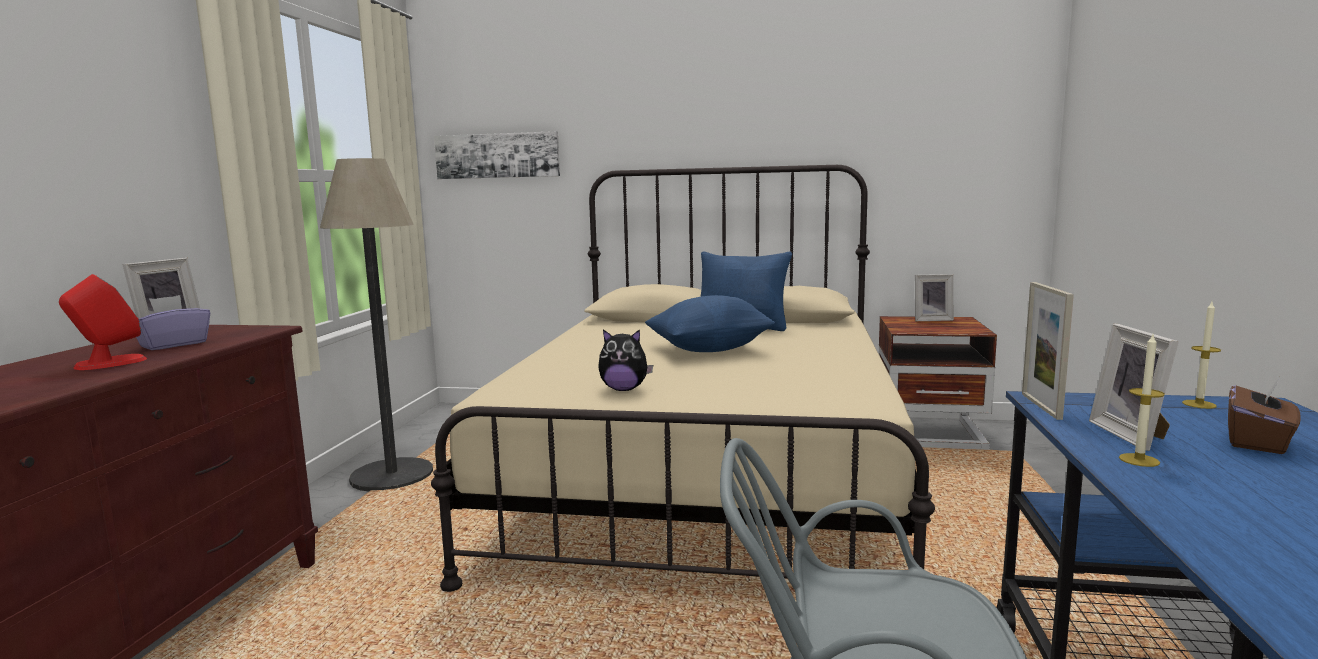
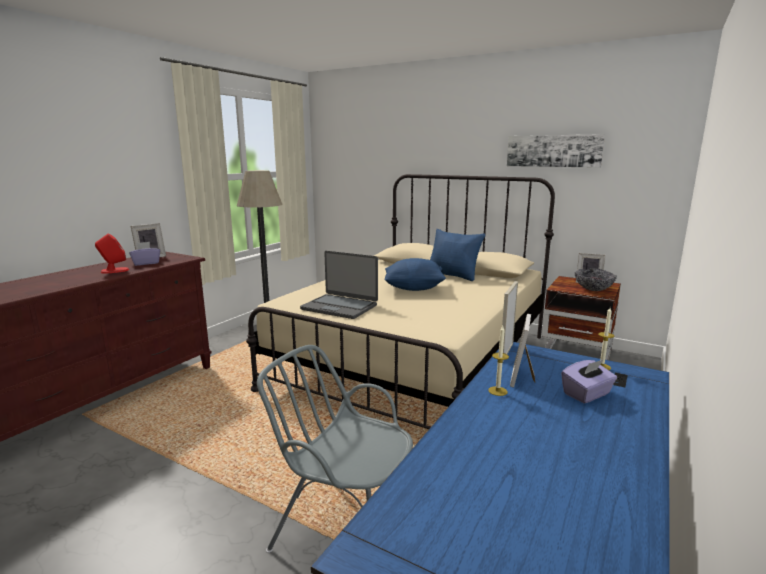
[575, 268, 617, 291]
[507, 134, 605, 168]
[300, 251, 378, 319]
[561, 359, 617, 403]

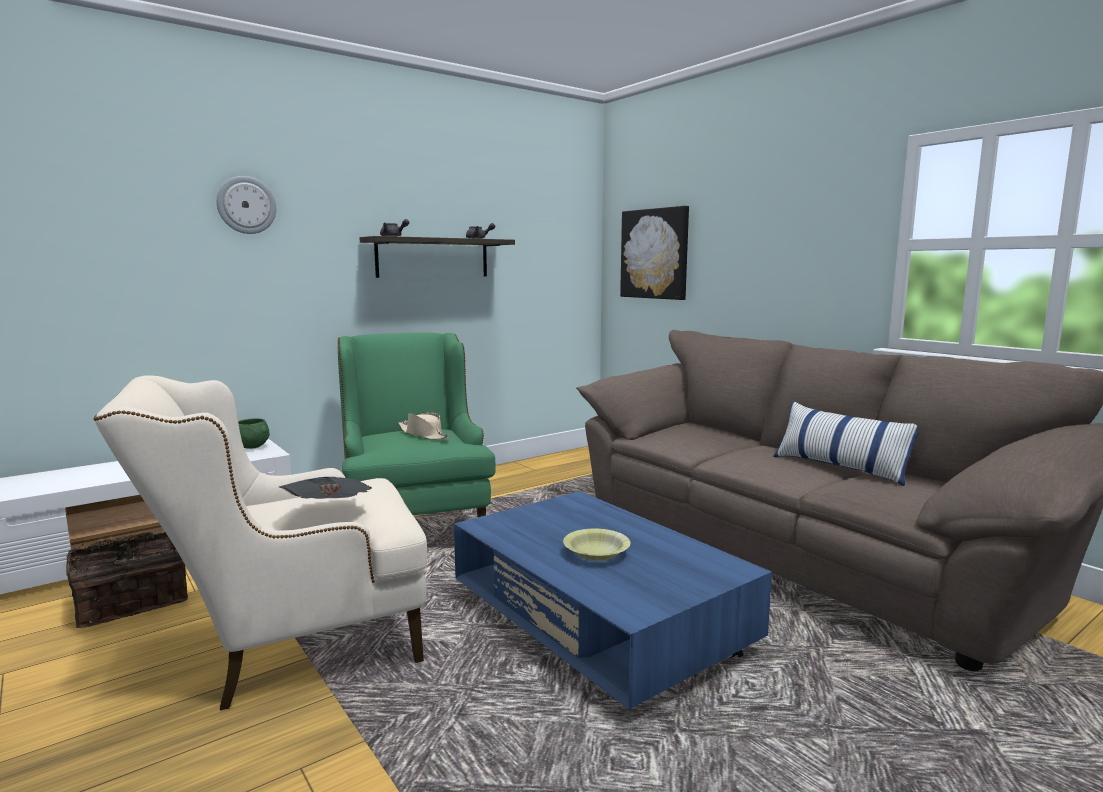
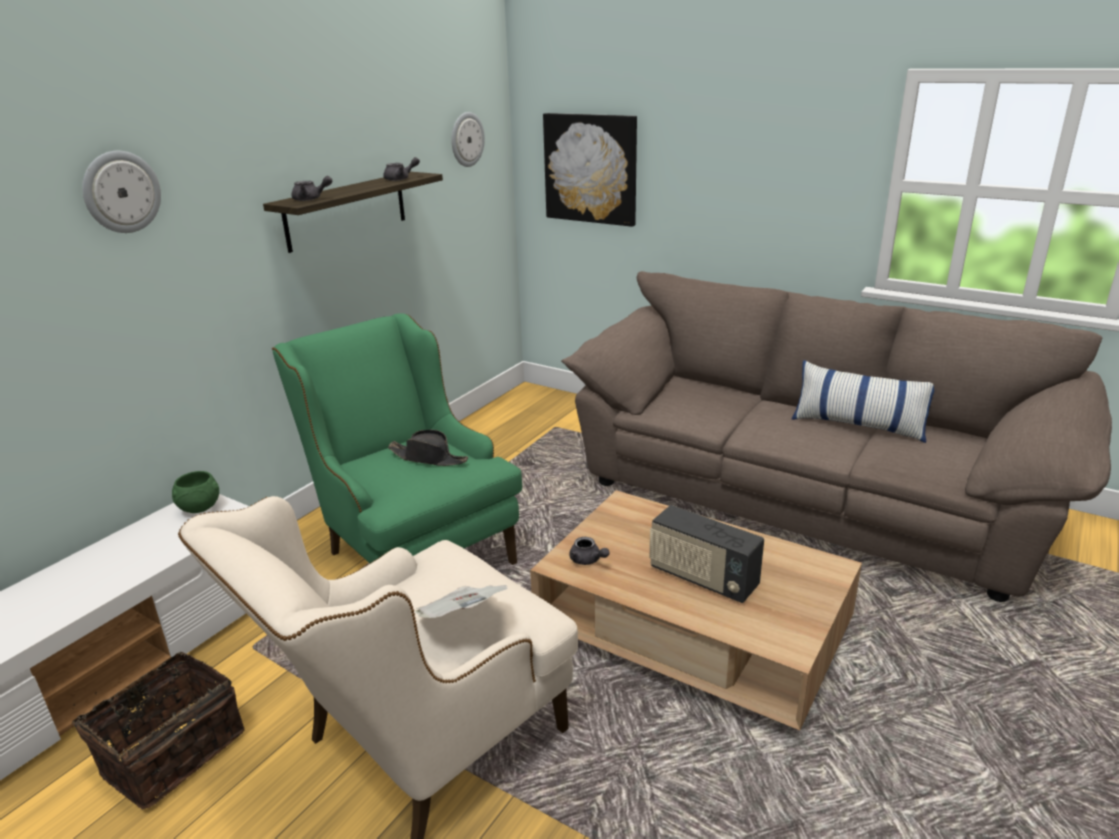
[451, 112, 485, 167]
[569, 537, 610, 565]
[649, 505, 764, 603]
[388, 430, 468, 466]
[530, 490, 862, 730]

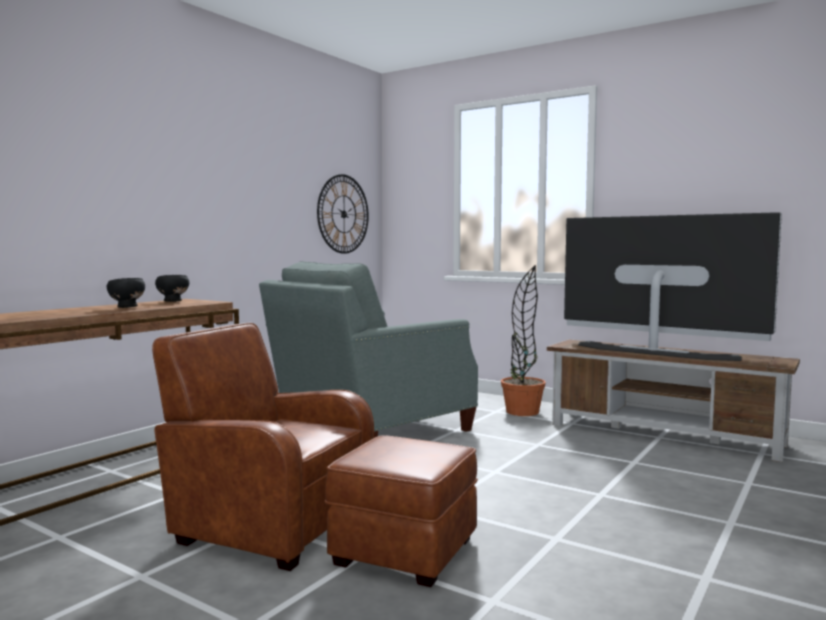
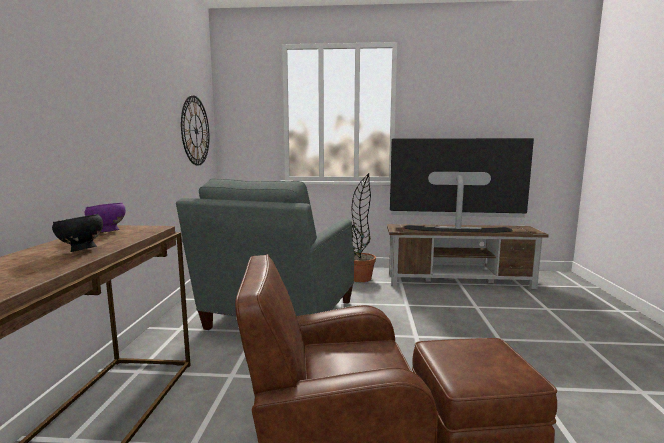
[84, 203, 126, 233]

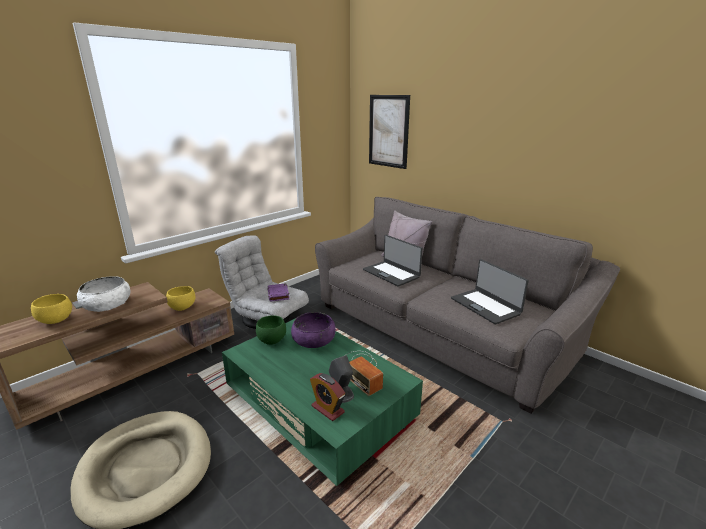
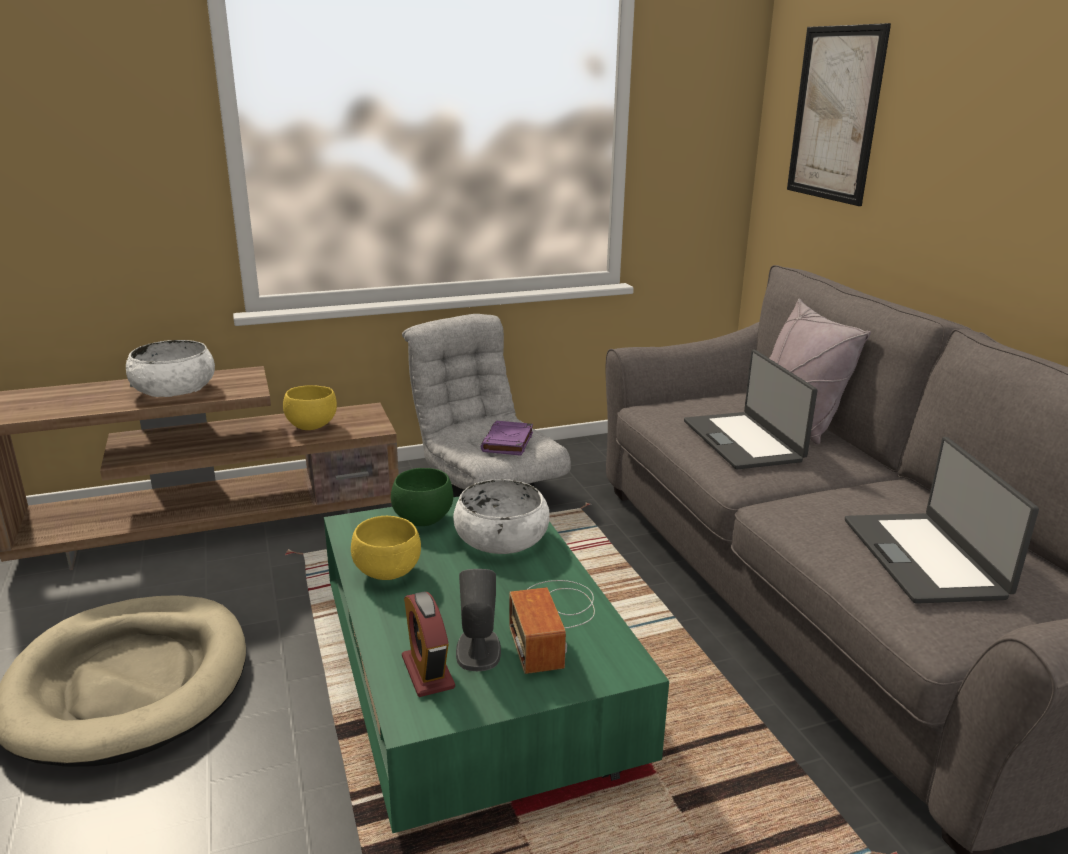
[351, 516, 421, 580]
[453, 479, 549, 554]

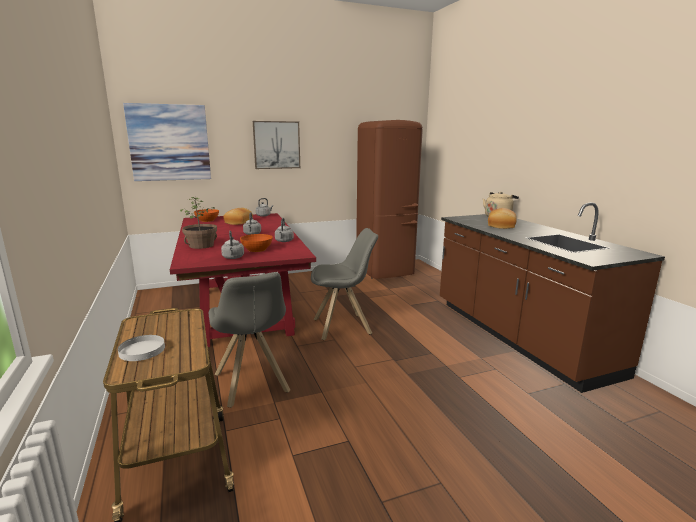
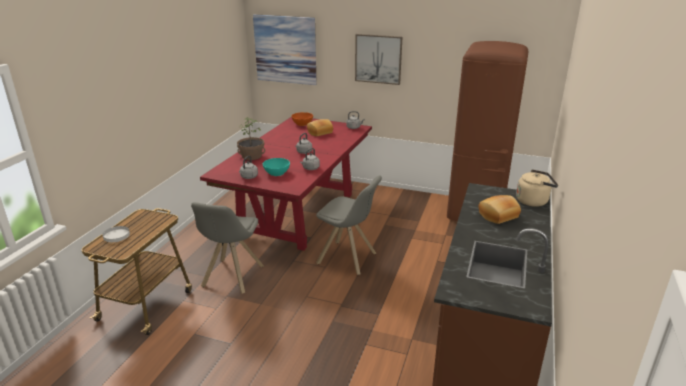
[263, 158, 290, 176]

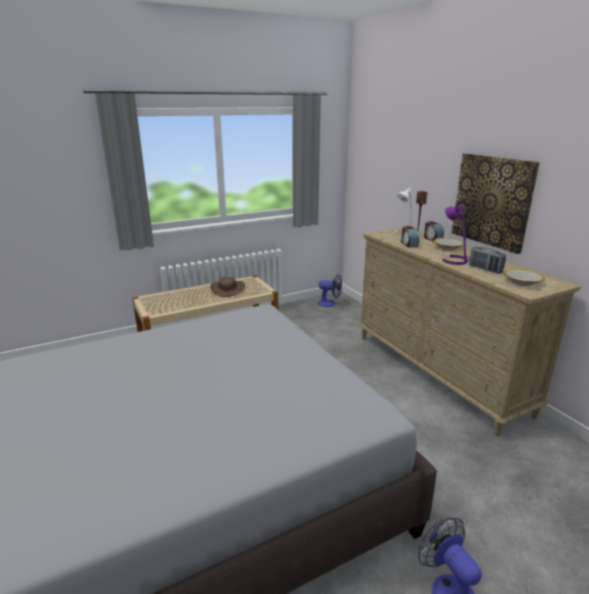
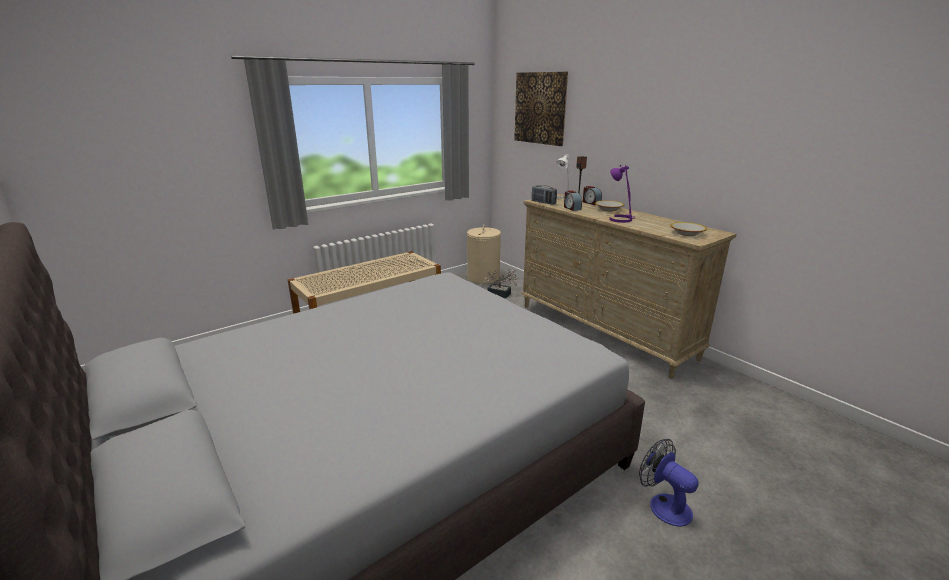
[210, 277, 245, 297] (first image)
[484, 269, 519, 298]
[514, 72, 568, 146]
[532, 185, 557, 205]
[467, 224, 501, 284]

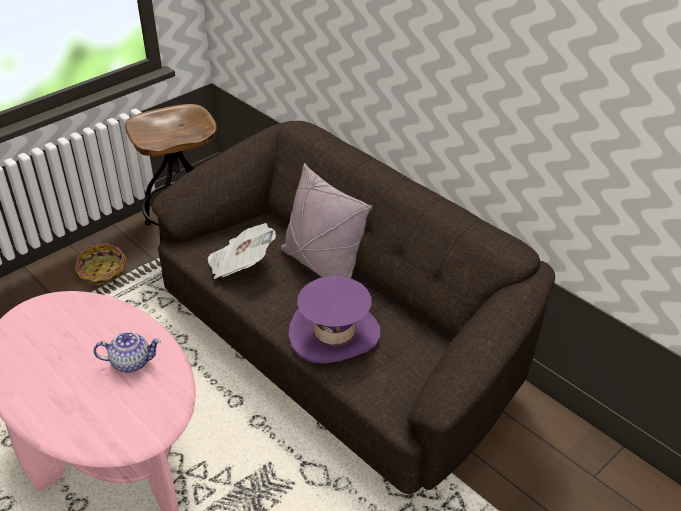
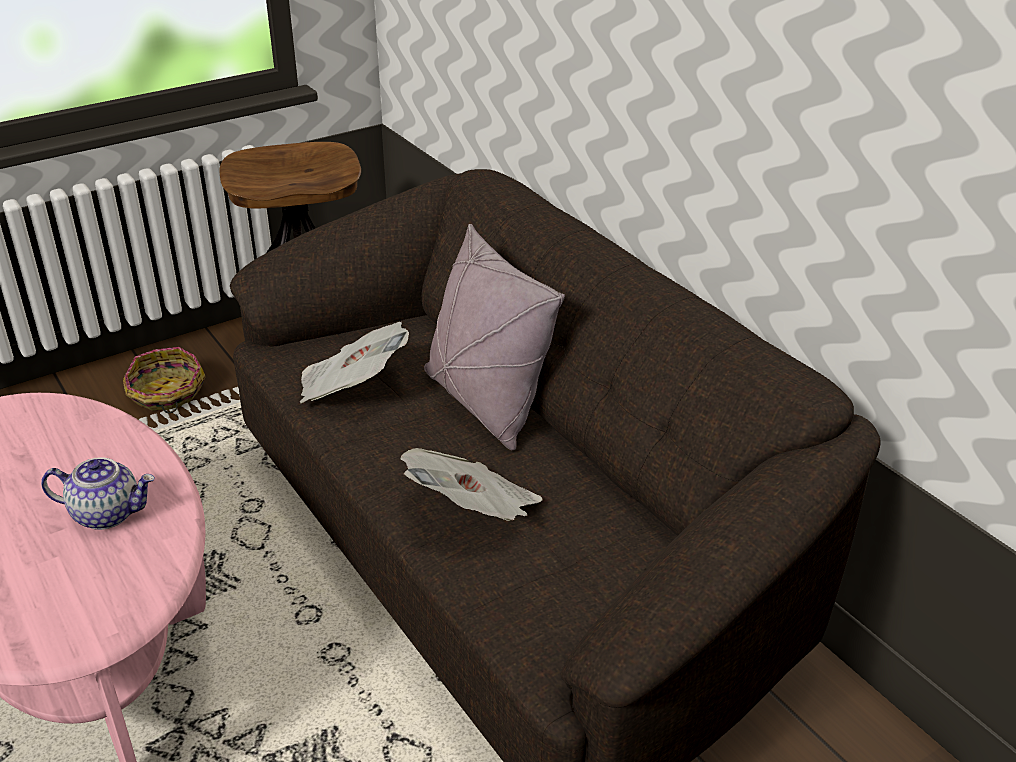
[401, 448, 543, 521]

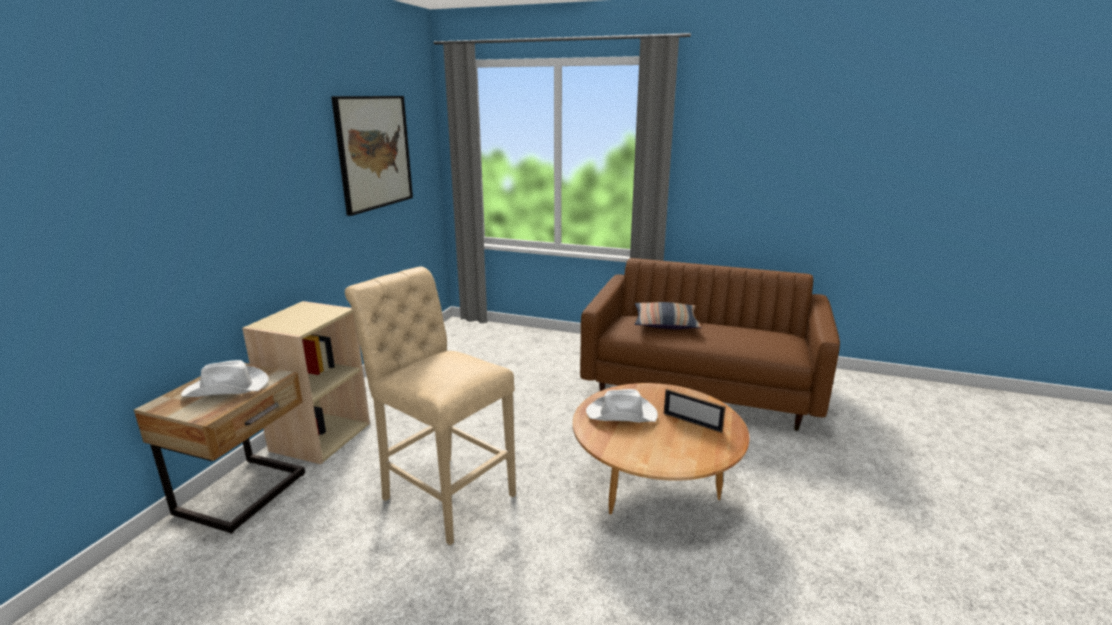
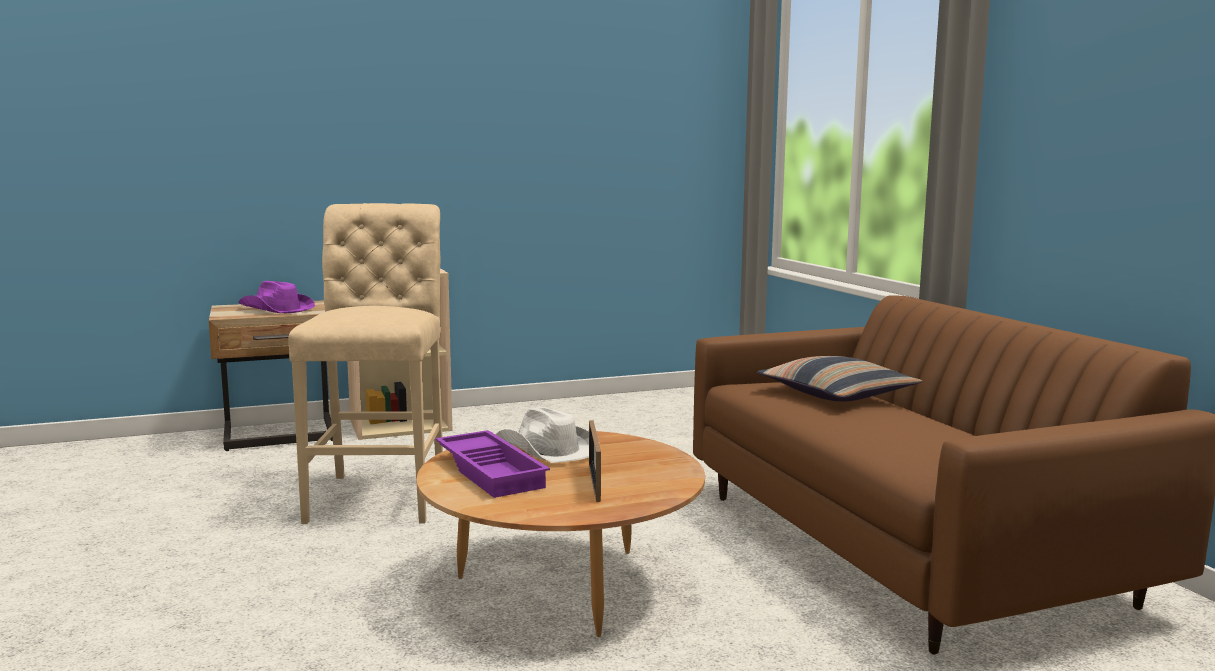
[331, 96, 413, 216] (first image)
[436, 430, 550, 498]
[239, 281, 315, 313]

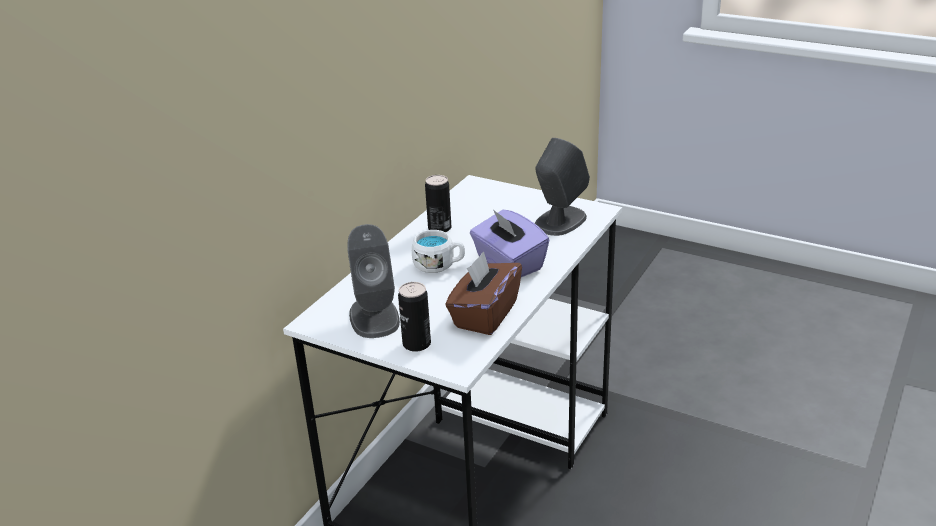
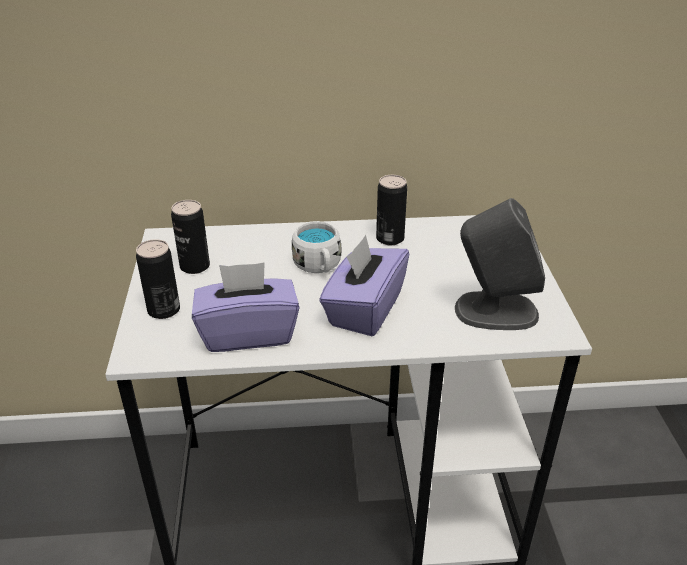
[171, 200, 210, 274]
[192, 262, 299, 352]

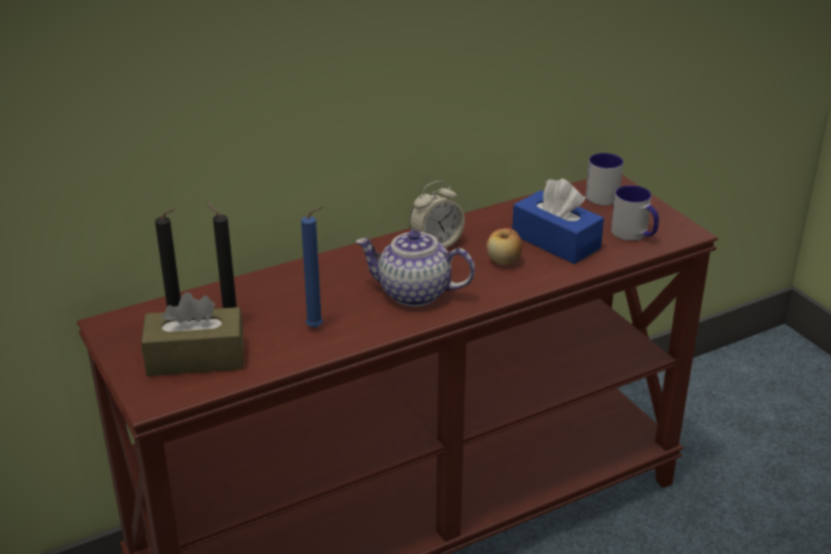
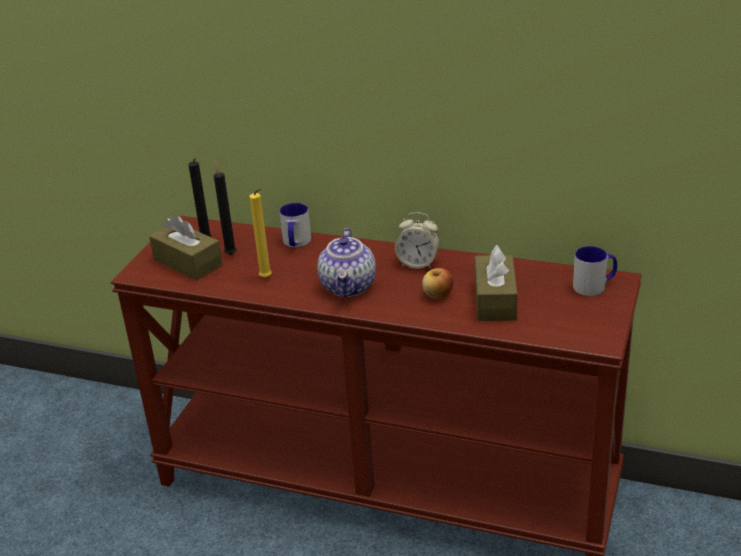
[279, 203, 311, 248]
[249, 189, 272, 278]
[475, 245, 518, 321]
[317, 228, 376, 297]

